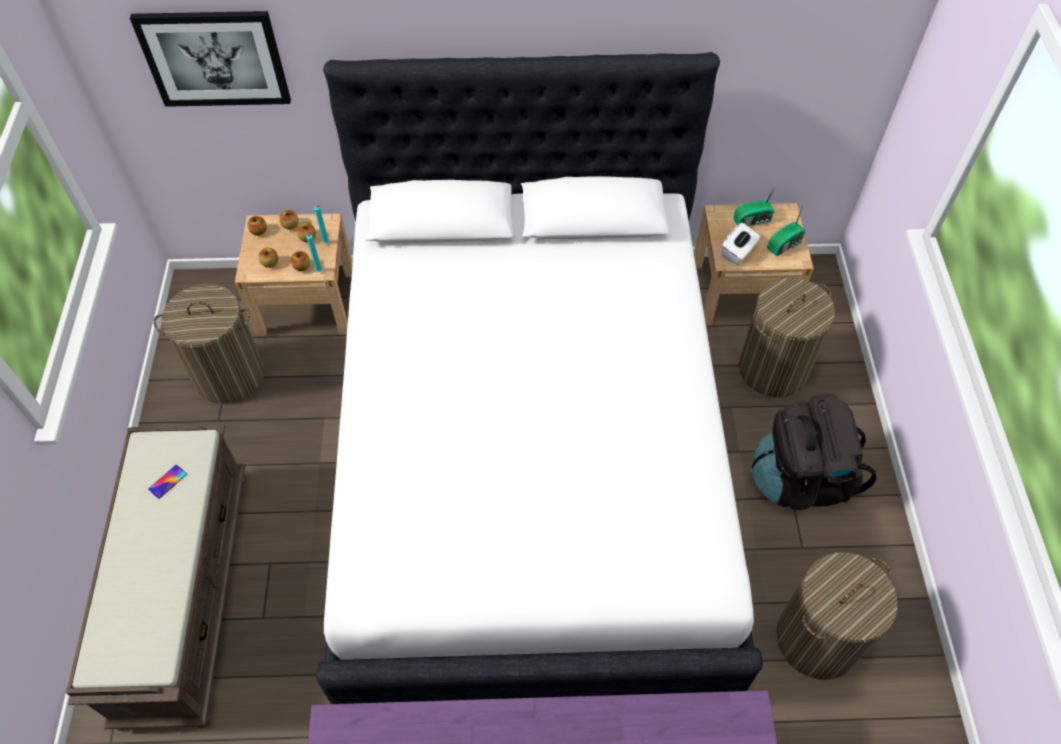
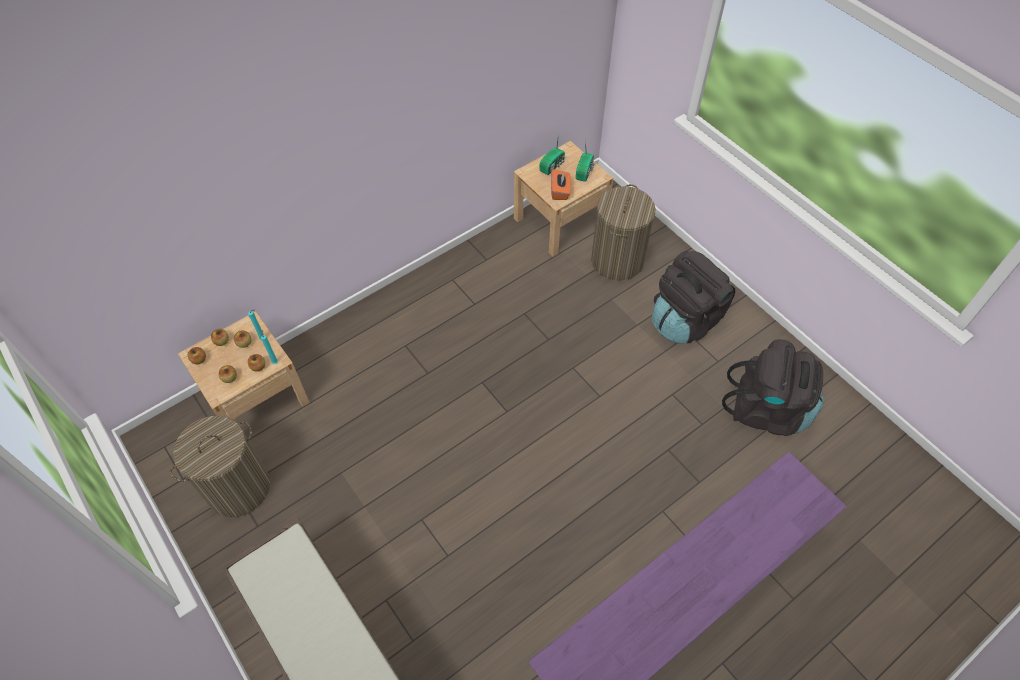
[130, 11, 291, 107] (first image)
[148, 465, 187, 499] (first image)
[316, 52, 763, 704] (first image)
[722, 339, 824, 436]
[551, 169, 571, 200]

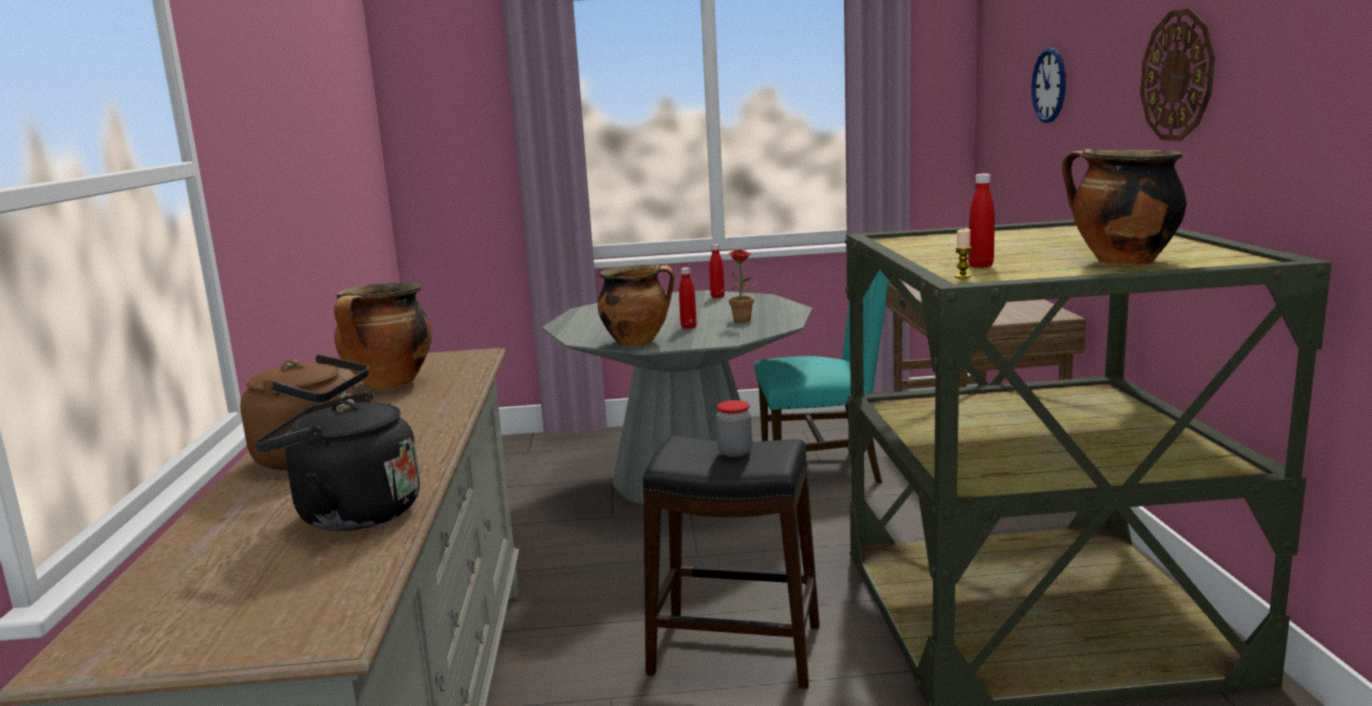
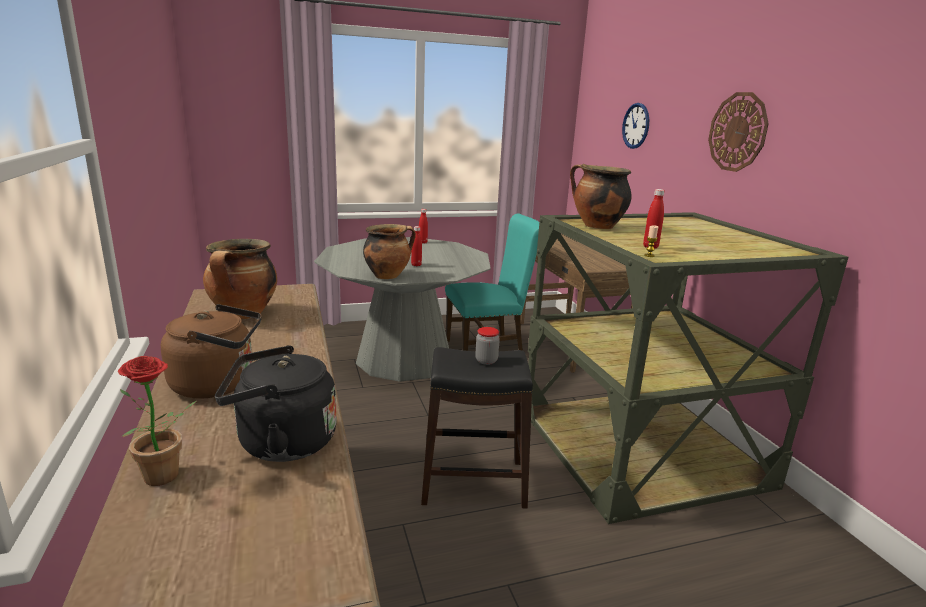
[118, 356, 197, 486]
[570, 164, 632, 229]

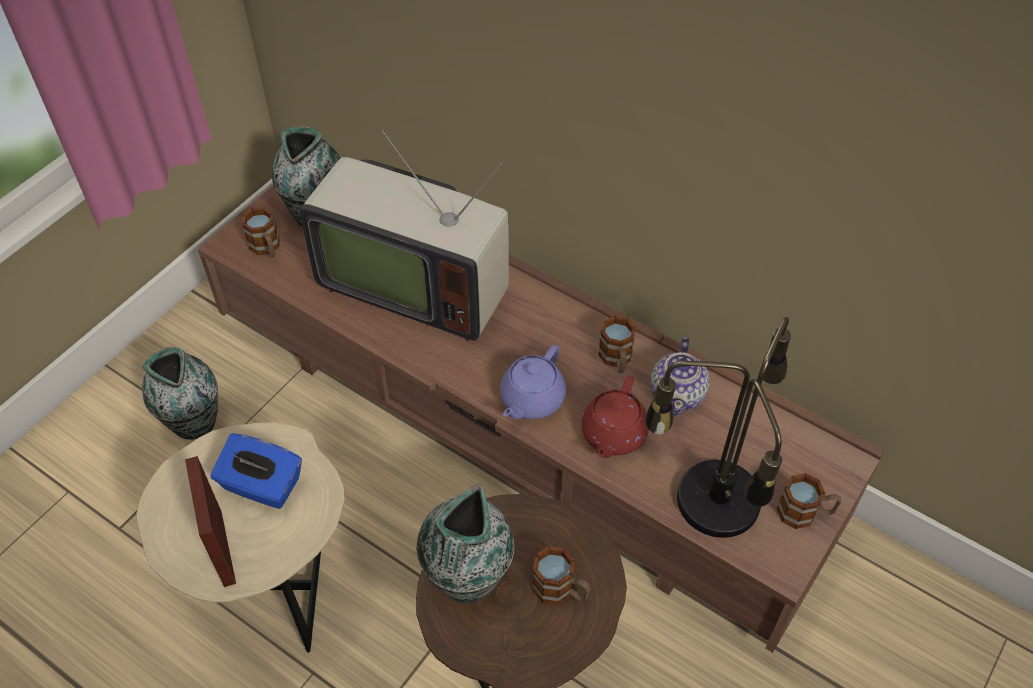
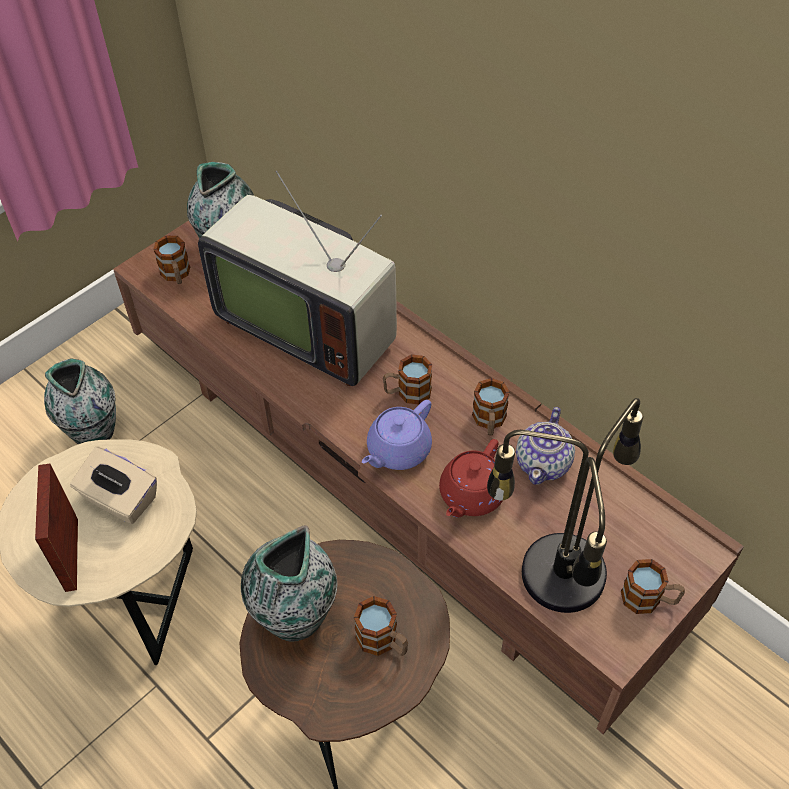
[383, 354, 432, 405]
[70, 446, 157, 524]

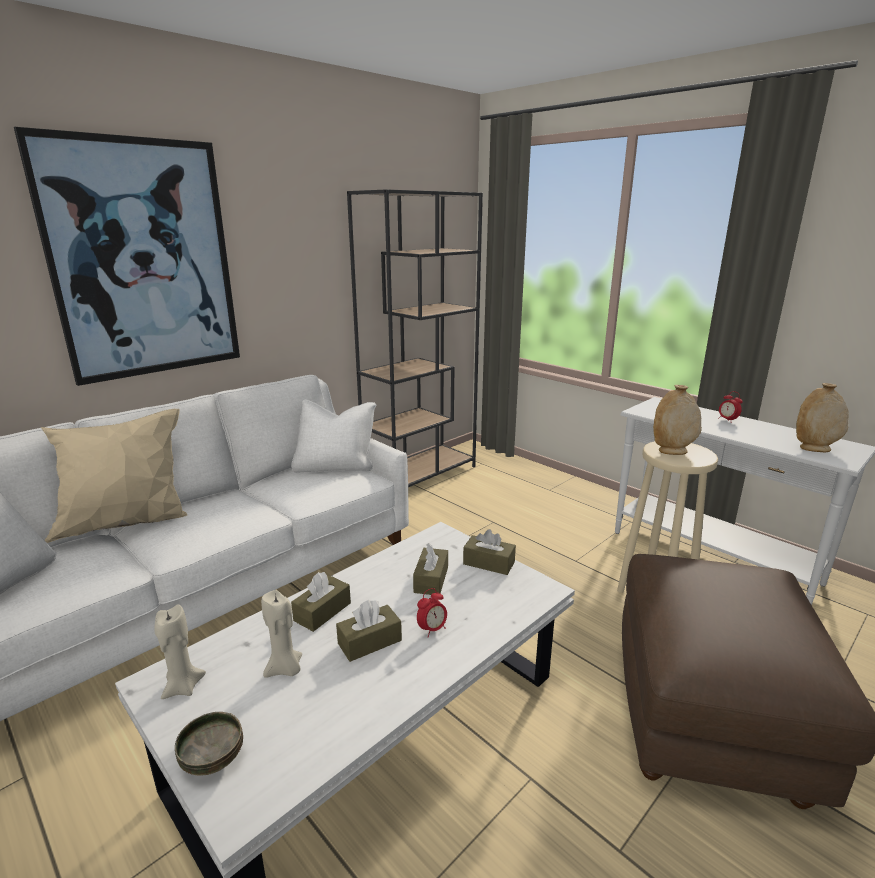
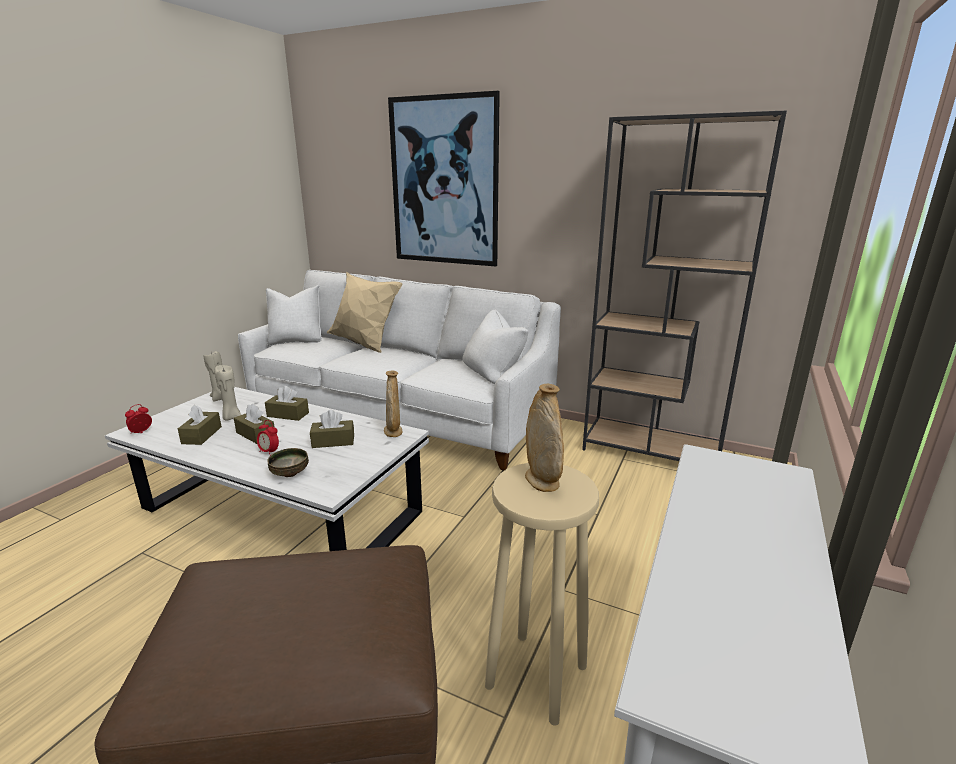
[267, 448, 309, 477]
[178, 404, 222, 445]
[125, 404, 152, 434]
[384, 371, 402, 437]

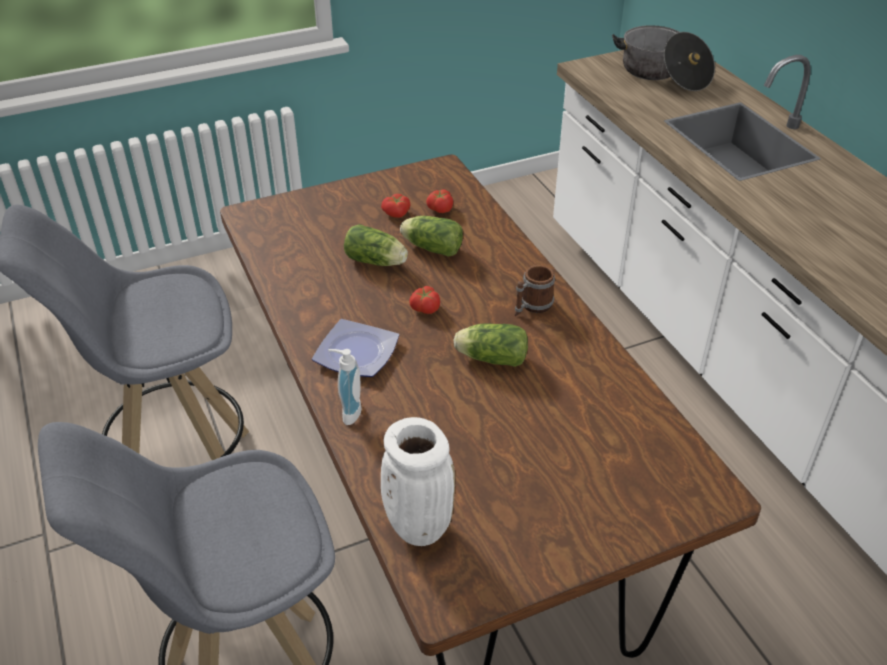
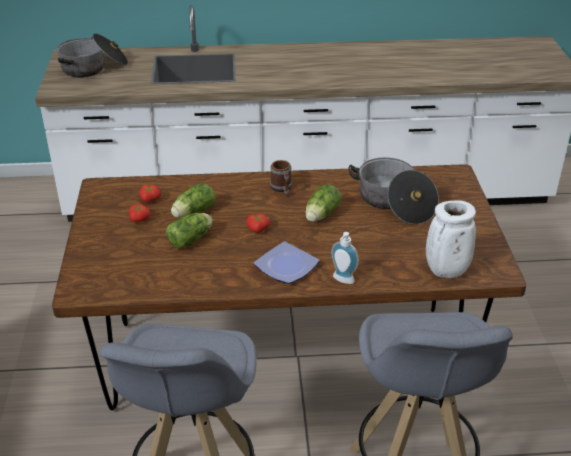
[348, 157, 439, 225]

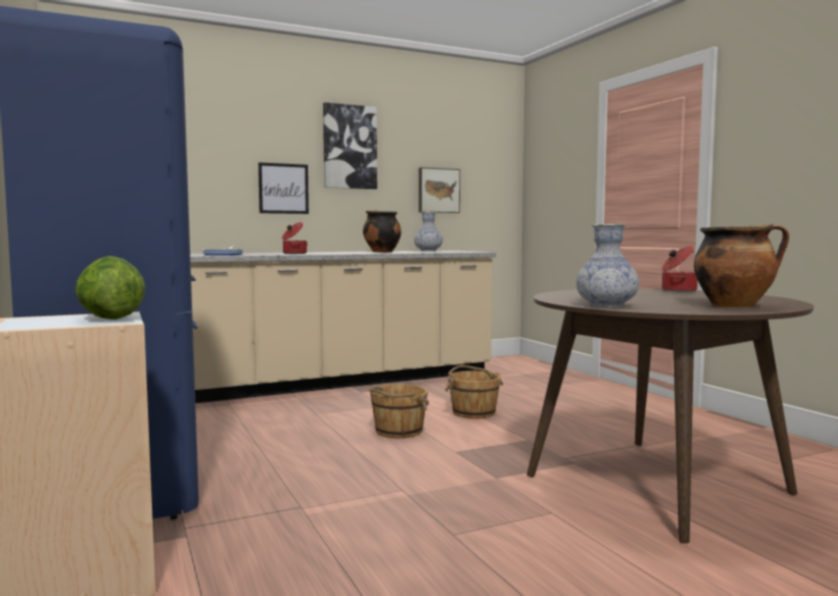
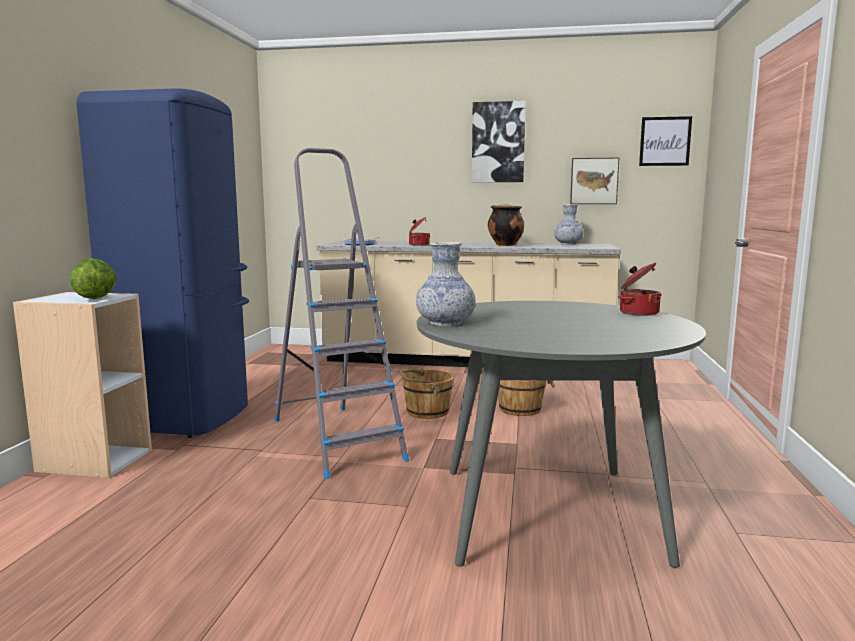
[694, 224, 789, 307] (first image)
[274, 148, 409, 479]
[639, 116, 692, 166]
[416, 301, 706, 568]

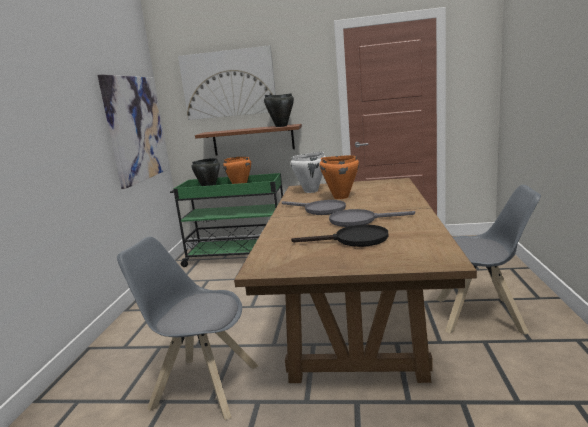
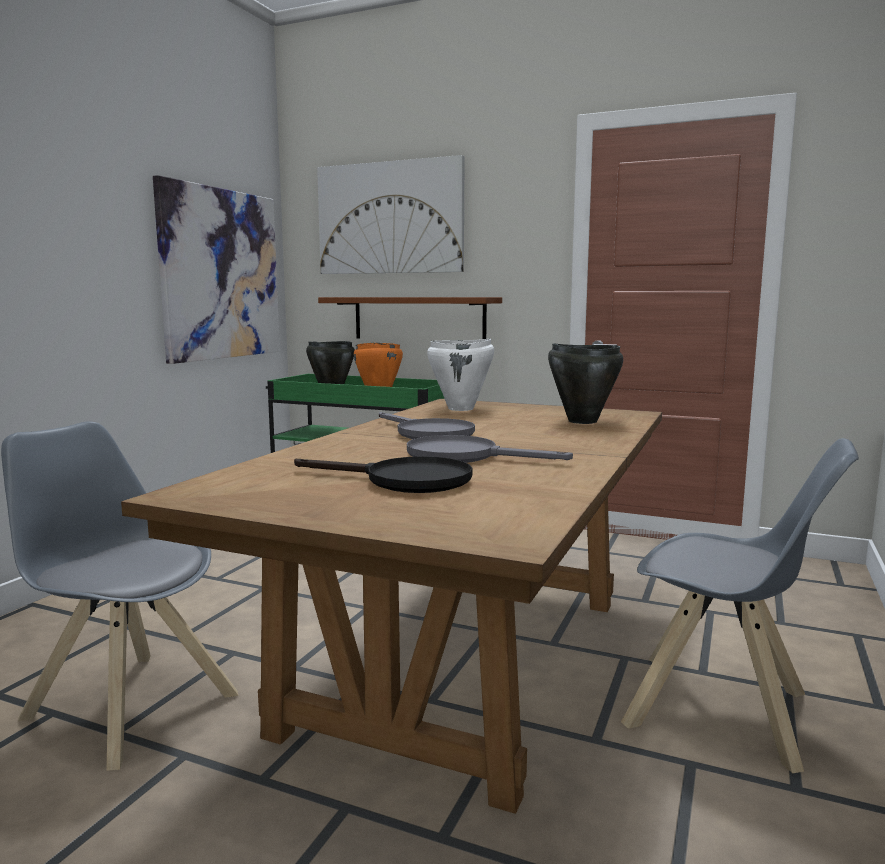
[319, 155, 359, 199] (first image)
[548, 343, 623, 424]

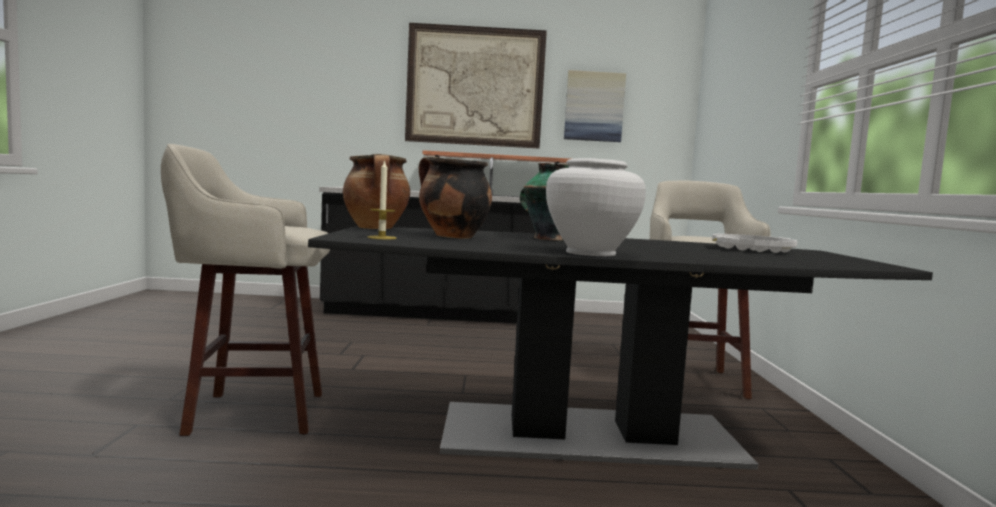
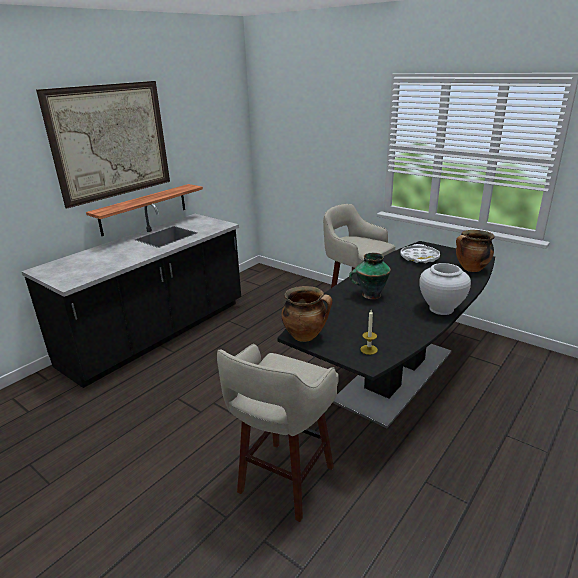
[564, 70, 626, 142] (first image)
[456, 230, 495, 272]

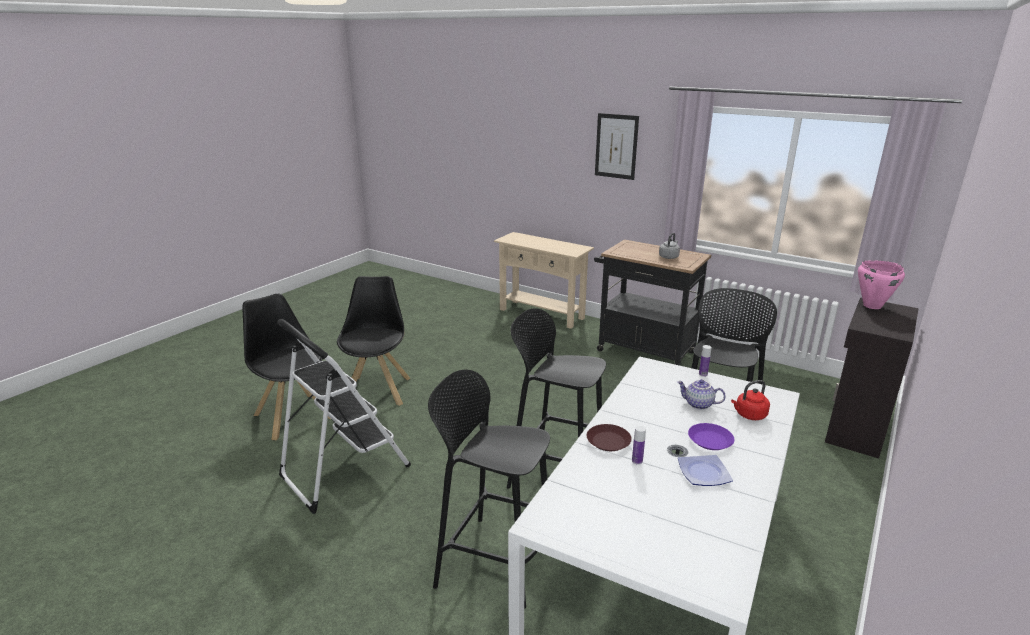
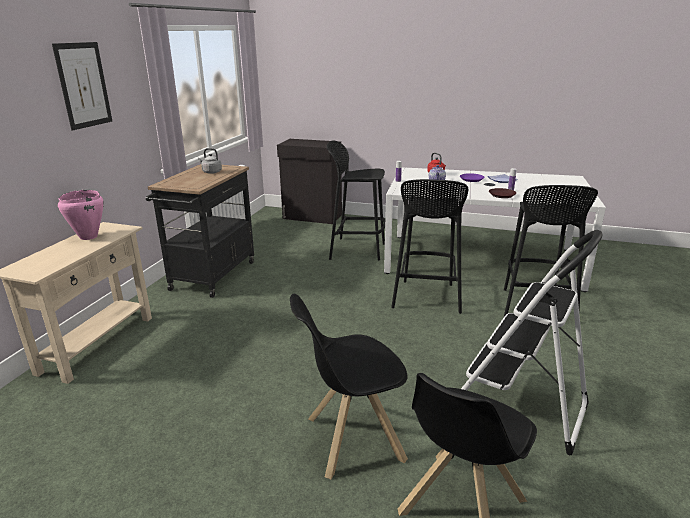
[58, 190, 104, 240]

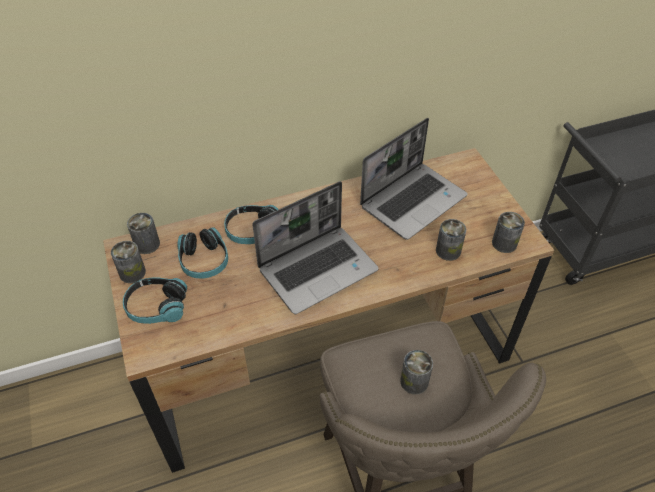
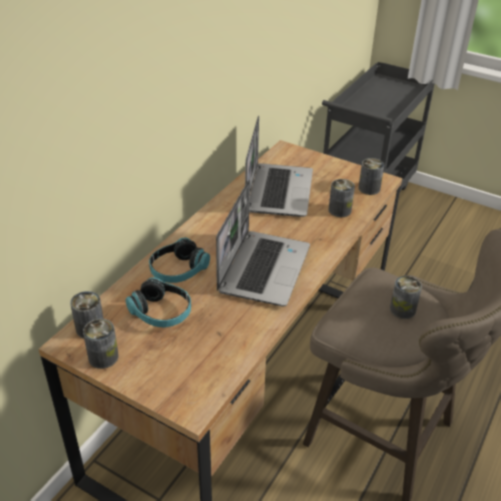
[123, 277, 187, 324] (first image)

